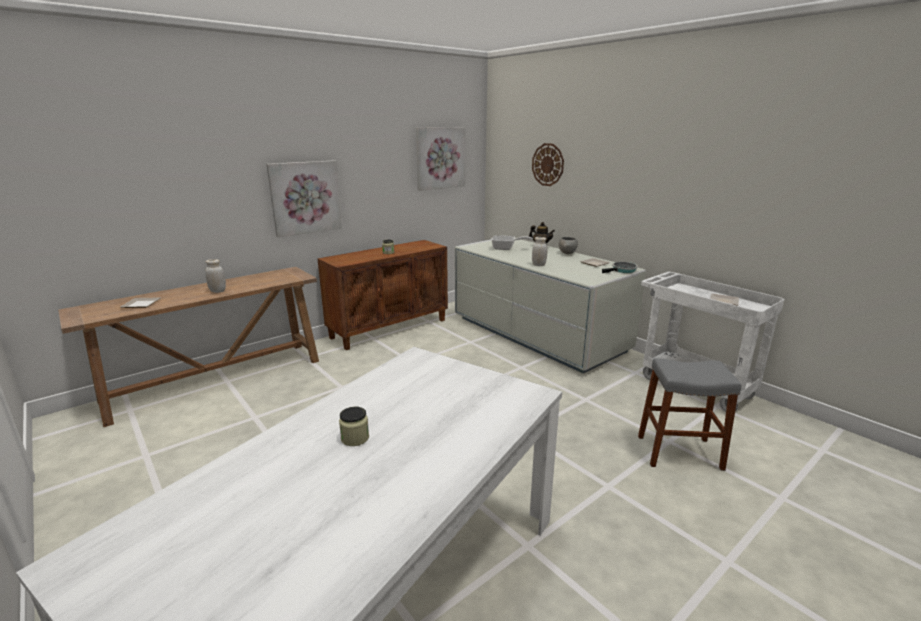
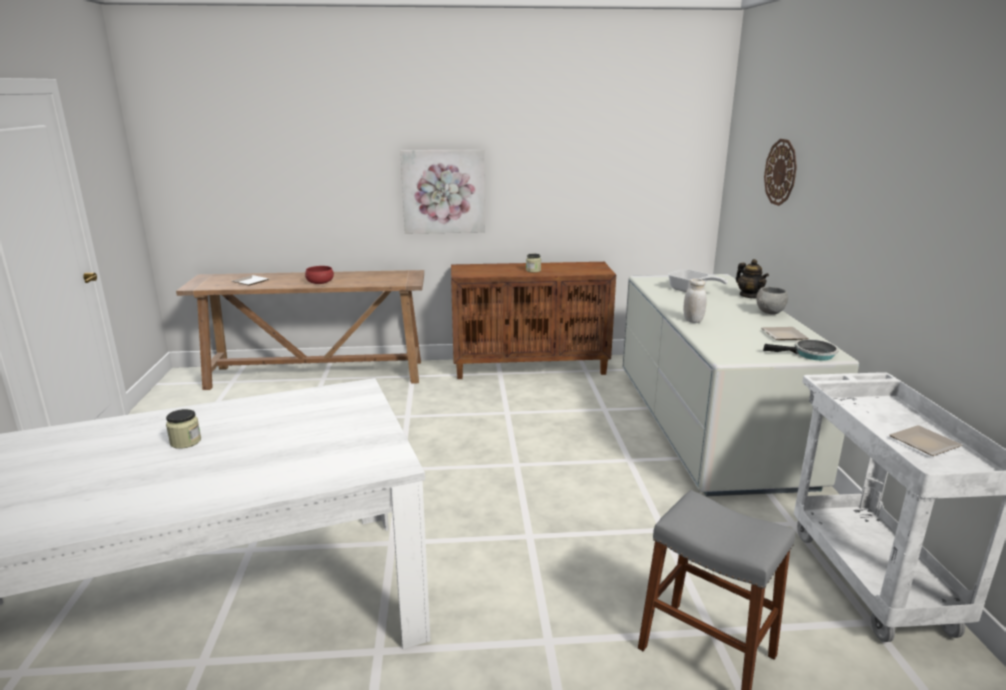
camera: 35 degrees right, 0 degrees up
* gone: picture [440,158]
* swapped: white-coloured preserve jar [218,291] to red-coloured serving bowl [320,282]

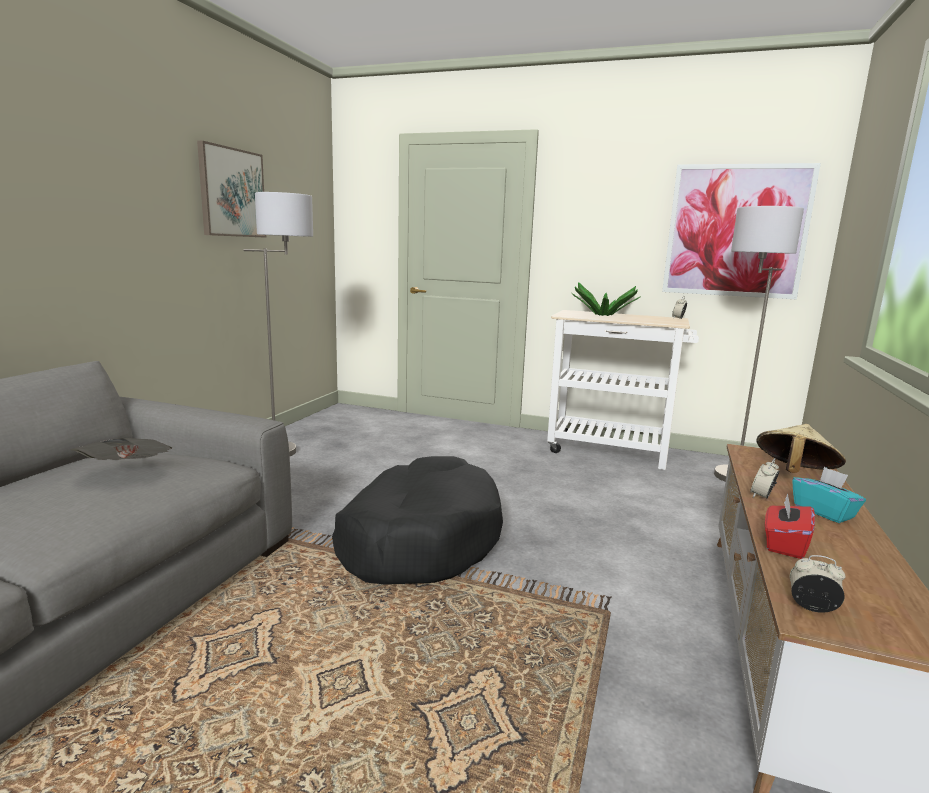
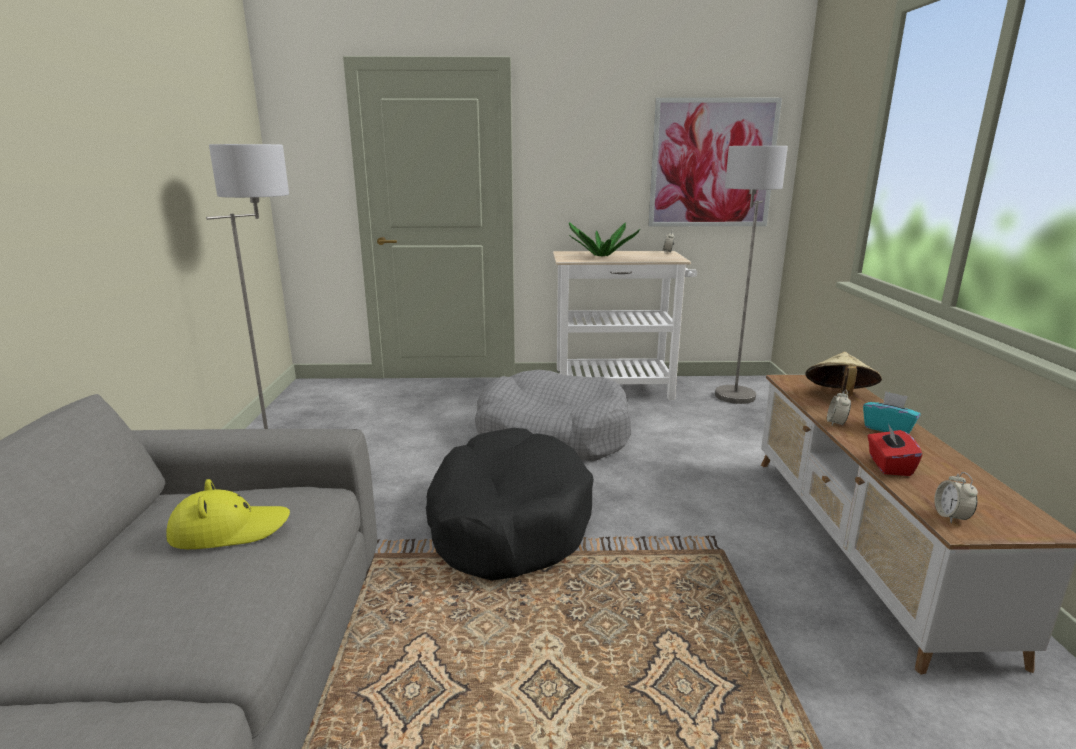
camera: 20 degrees left, 5 degrees up
* gone: picture [232,193]
* new: gray dog bed [552,435]
* swapped: newspaper [128,472] to yellow-coloured clothing hat [229,529]
* rotated: alarm clock [812,607] = [951,516] 90 degrees counterclockwise

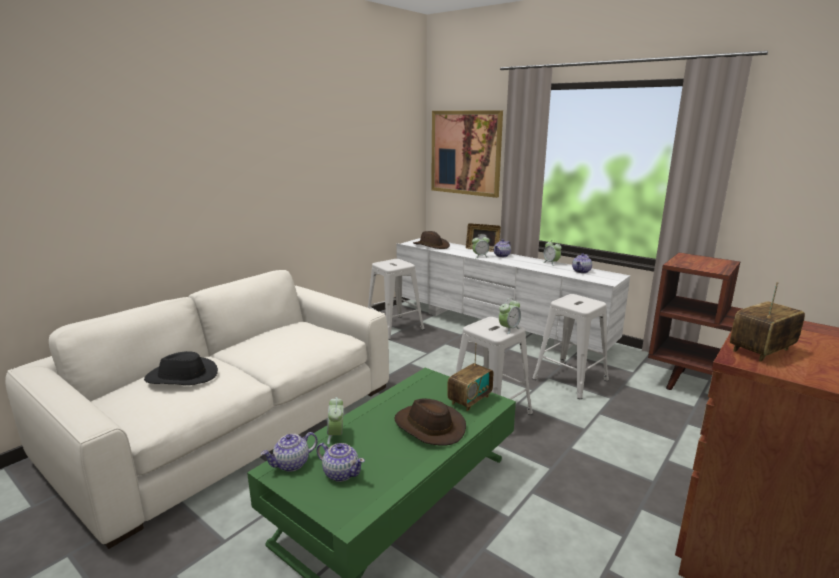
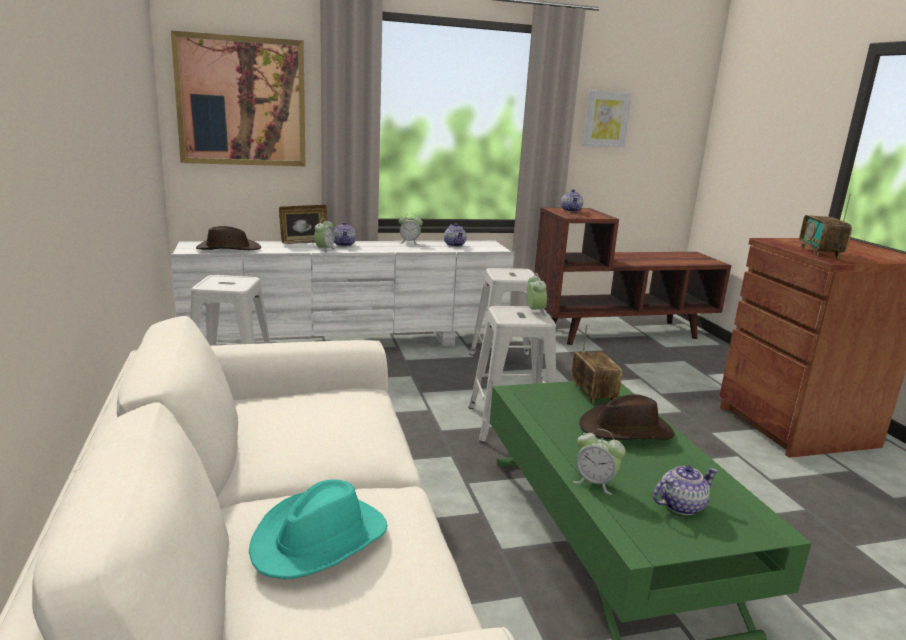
camera: 55 degrees left, 0 degrees up
* new: picture [605,119]
* shifted: teapot [291,464] to [571,210]
* repainted: black clothing hat [182,377] to blue-green clothing hat [320,539]

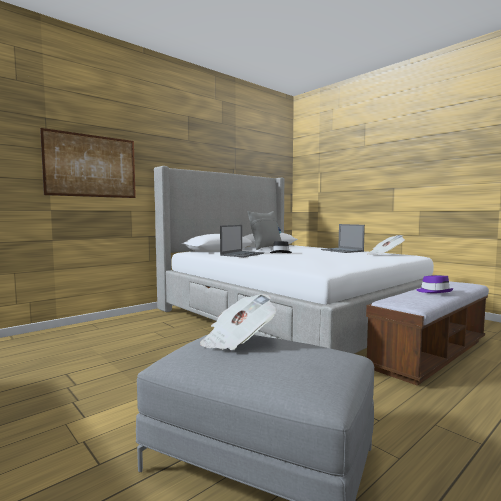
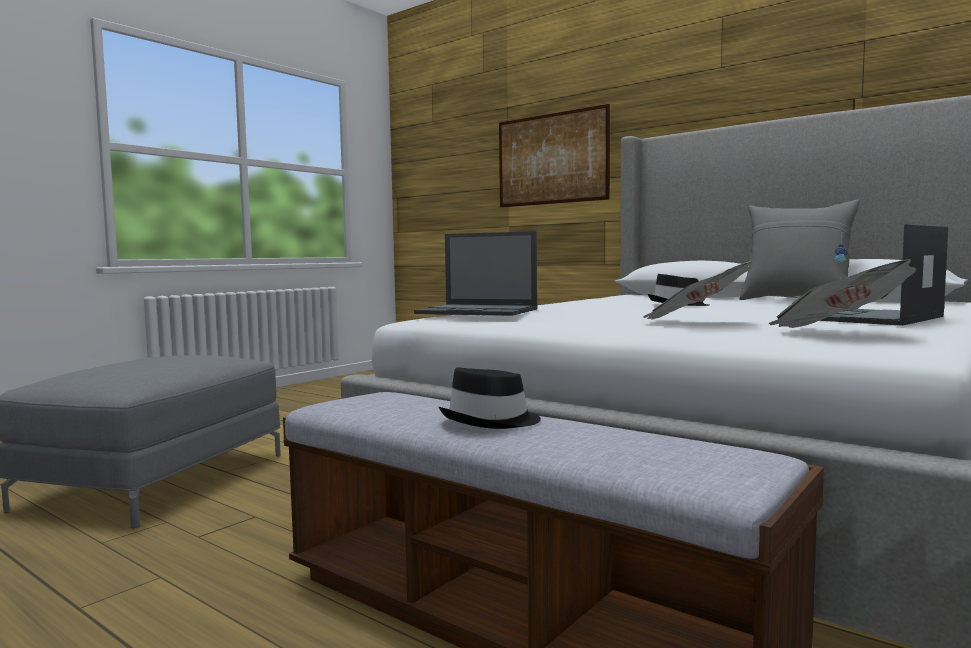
camera: 80 degrees right, 0 degrees up
* shifted: newspaper [237,341] to [694,322]
* shifted: portable computer [242,254] to [479,311]
* repainted: purple clothing hat [434,291] to black clothing hat [492,421]

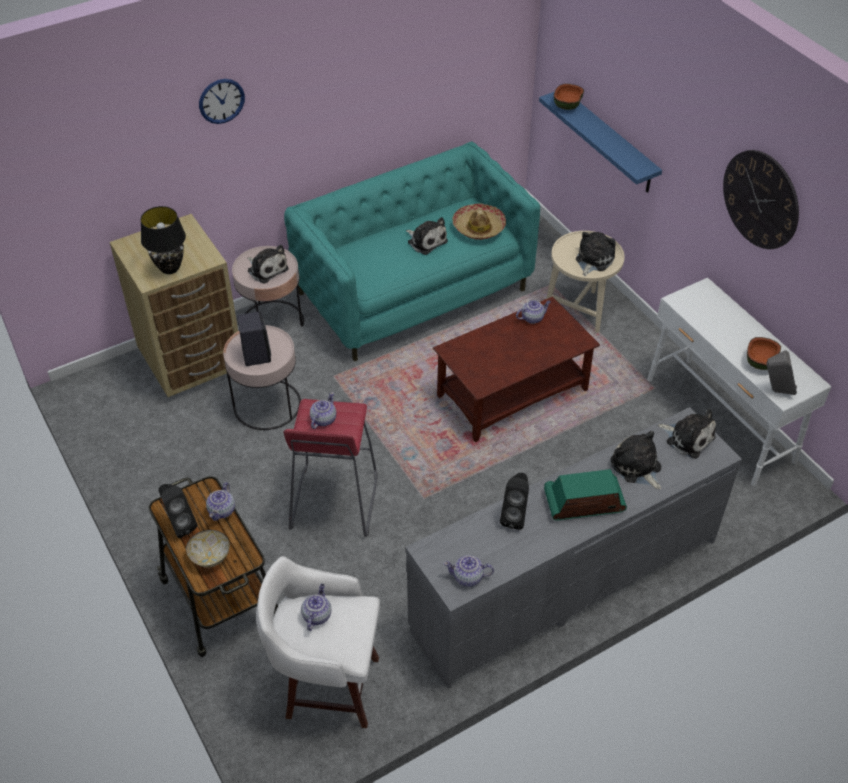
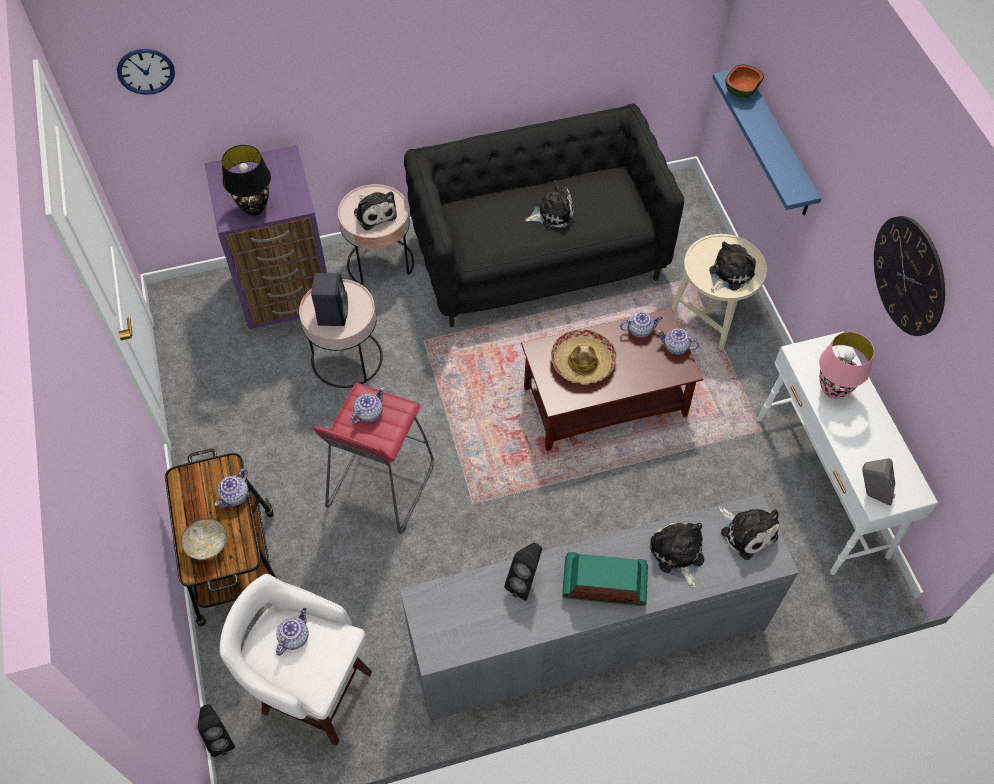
camera: 15 degrees right, 10 degrees up
* gone: serving bowl [761,362]
* new: pink-coloured table lamp [832,390]
* shifted: black audio speaker [179,525] to [220,737]
* shifted: clock on the wall [221,101] to [146,71]
* shifted: teapot [468,577] to [676,347]
* shifted: clothing hat [478,227] to [582,362]
* repainted: brownish drawer chest [192,363] to purple drawer chest [286,293]
* repainted: blue-green sofa [413,290] to black sofa [538,255]
* rotated: soft toy [426,241] = [552,213] 75 degrees counterclockwise

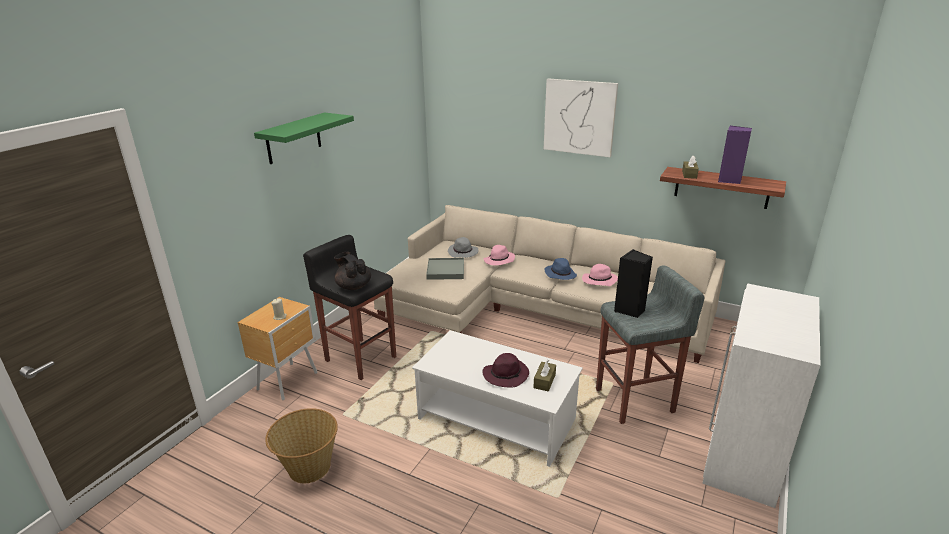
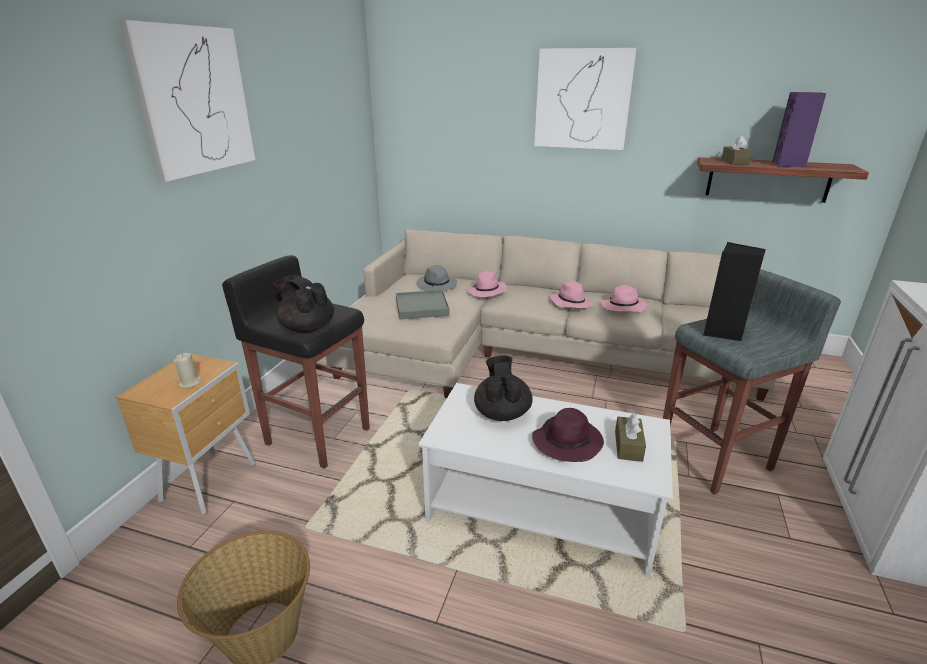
camera: 10 degrees left, 0 degrees up
* new: black teapot [502,413]
* swapped: green-coloured shelf [293,138] to picture [194,101]
* repainted: blue clothing hat [560,274] to pink-coloured clothing hat [570,303]

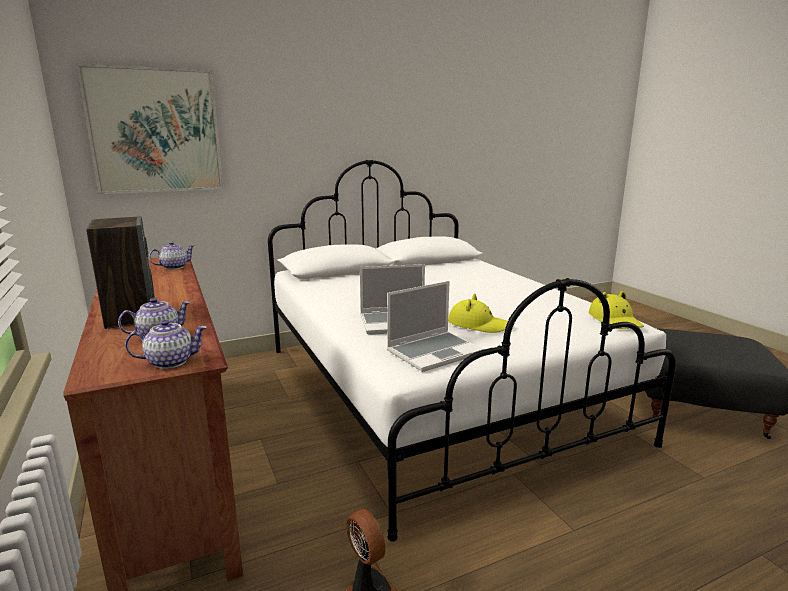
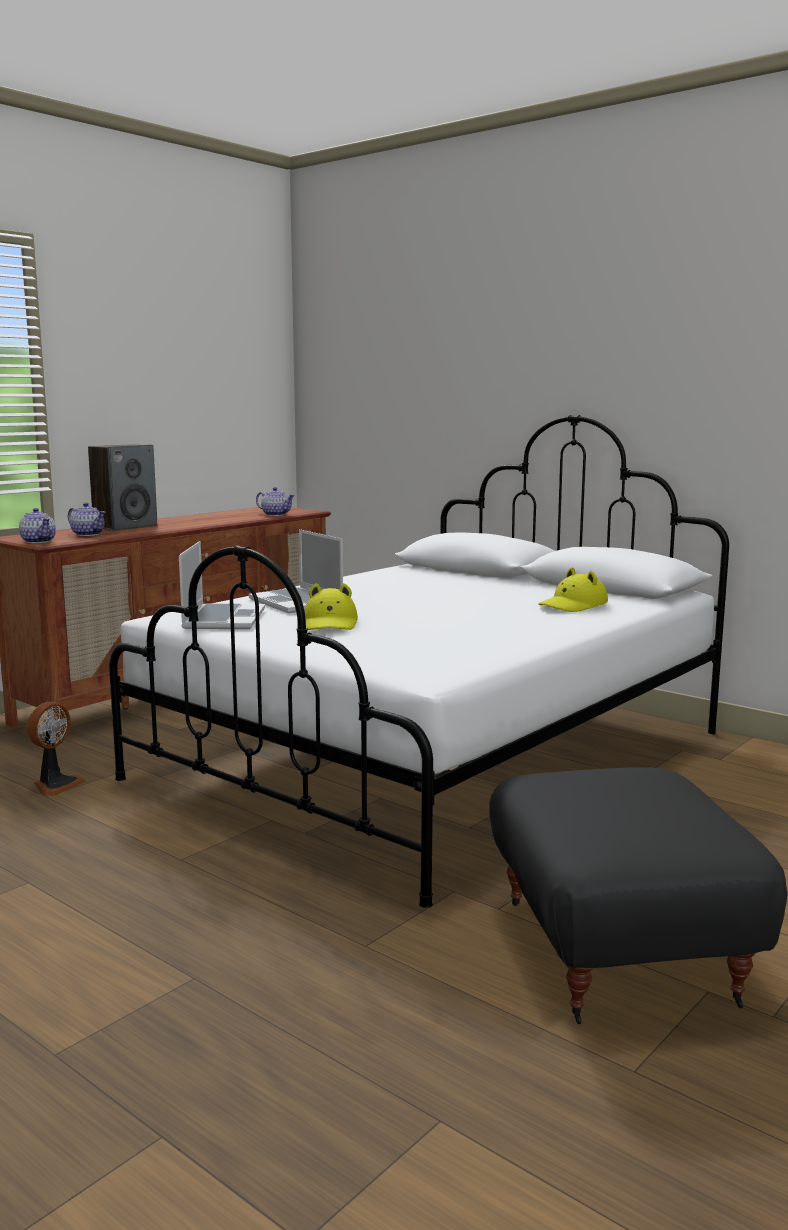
camera: 65 degrees right, 5 degrees down
* gone: picture [155,131]
* shifted: yellow-coloured clothing hat [615,320] to [573,605]
* rotated: portable computer [434,352] = [223,619] 120 degrees counterclockwise

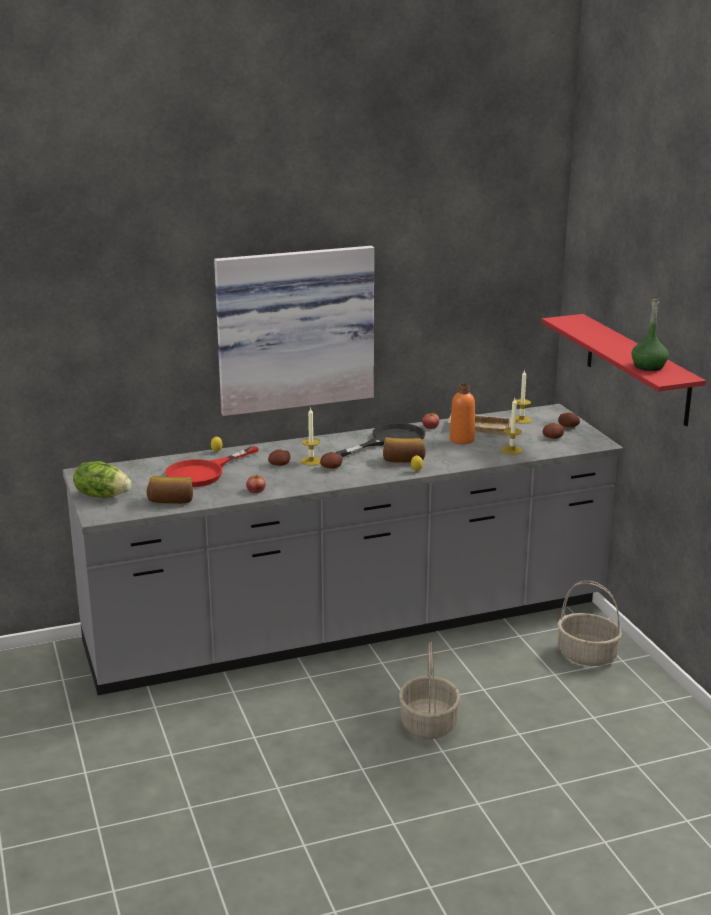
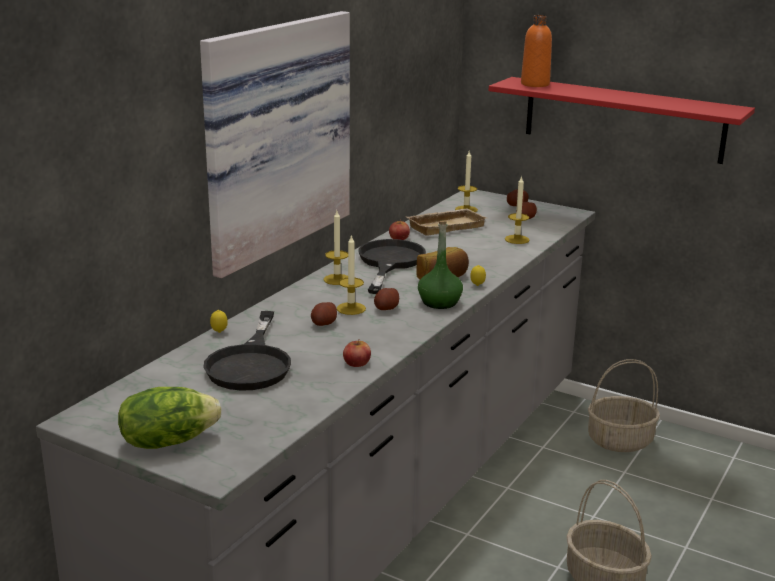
camera: 40 degrees left, 0 degrees up
* gone: baked bread [171,501]
* new: candle [337,279]
* shifted: orange drink bottle [462,440] to [535,84]
* shifted: green-coloured drink bottle [648,366] to [439,302]
* repainted: red-coloured skillet [203,473] to black skillet [251,363]

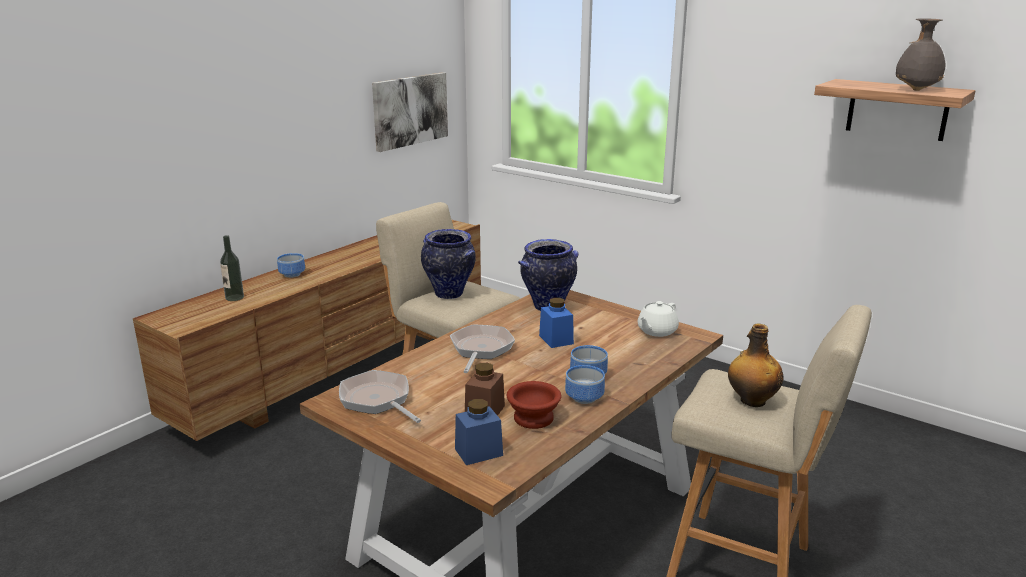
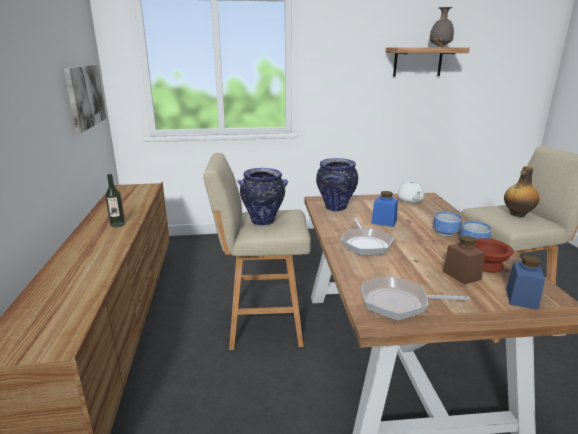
camera: 45 degrees left, 0 degrees up
* gone: serving bowl [292,275]
* shifted: drink bottle [234,297] to [117,224]
* rotated: skillet [480,349] = [365,243] 150 degrees counterclockwise

